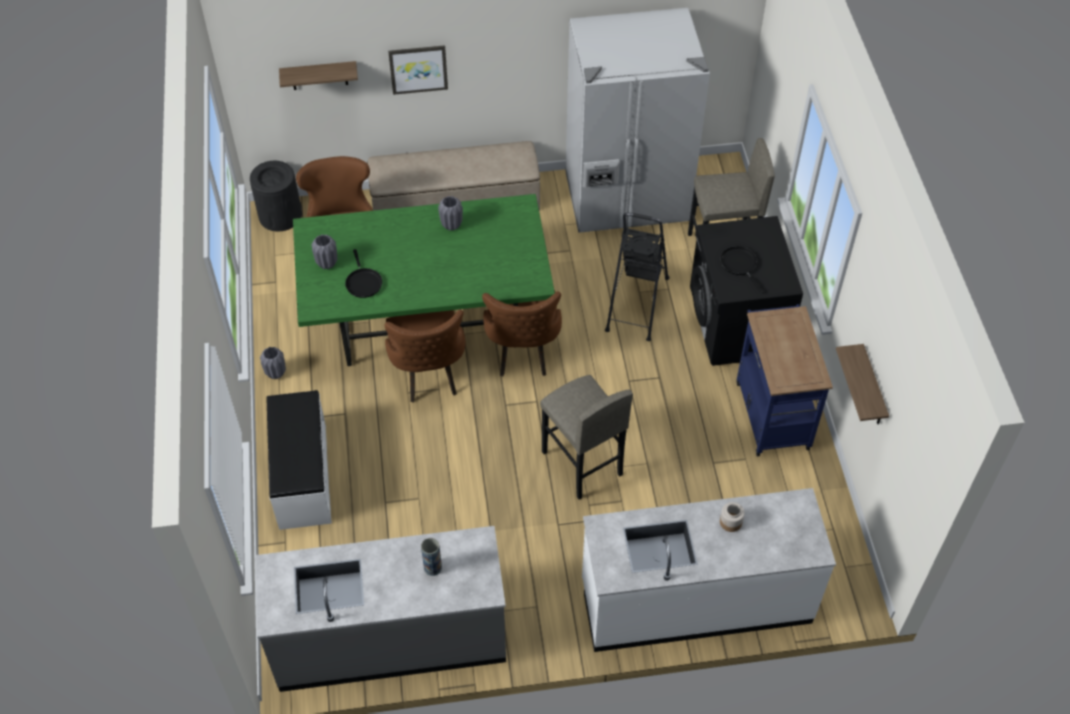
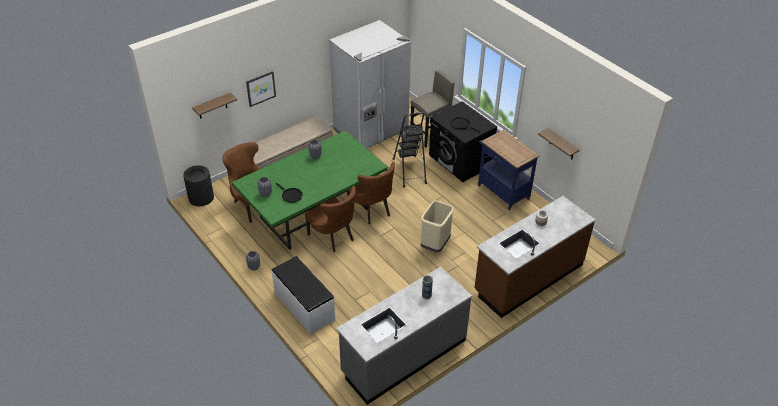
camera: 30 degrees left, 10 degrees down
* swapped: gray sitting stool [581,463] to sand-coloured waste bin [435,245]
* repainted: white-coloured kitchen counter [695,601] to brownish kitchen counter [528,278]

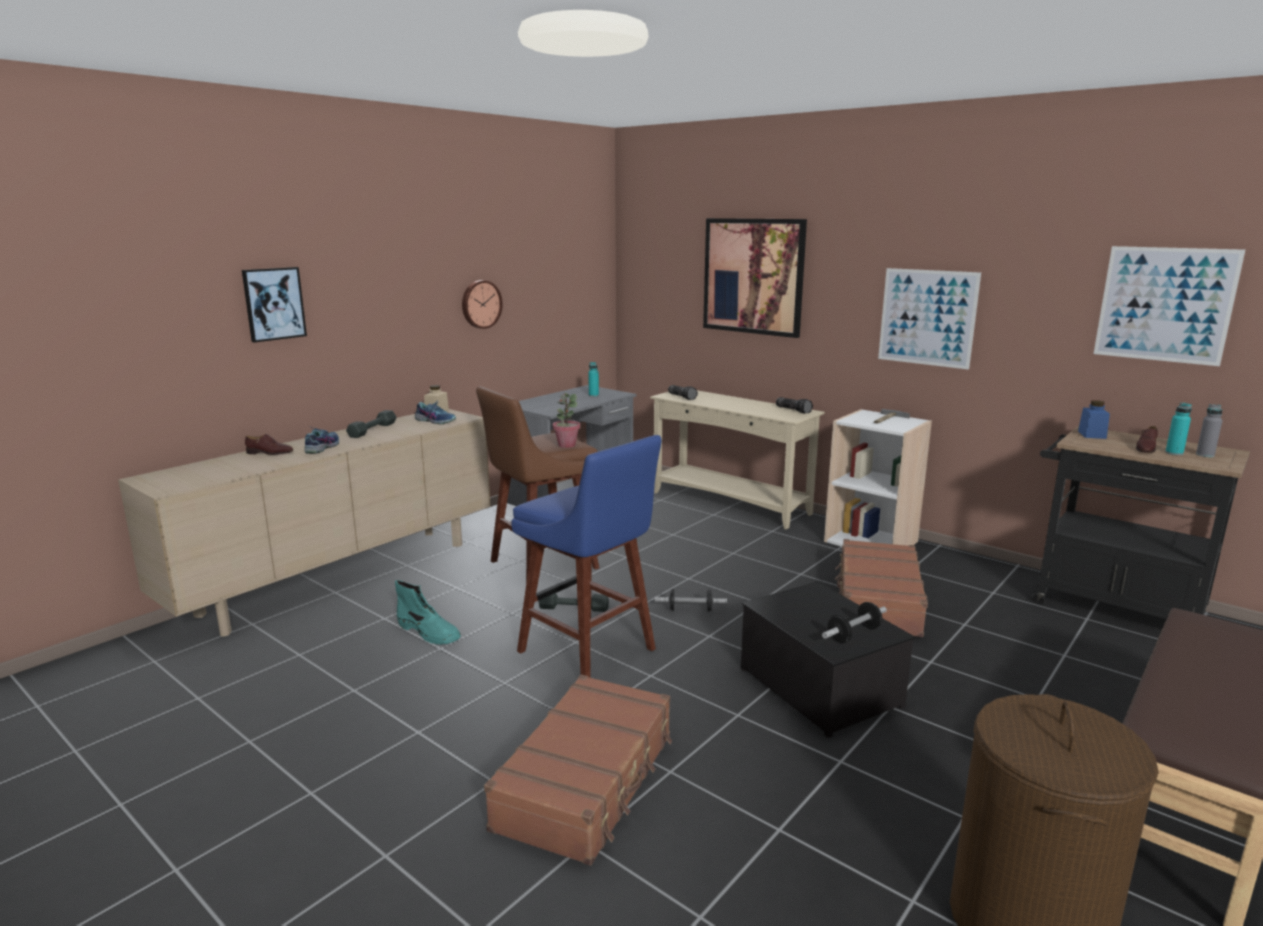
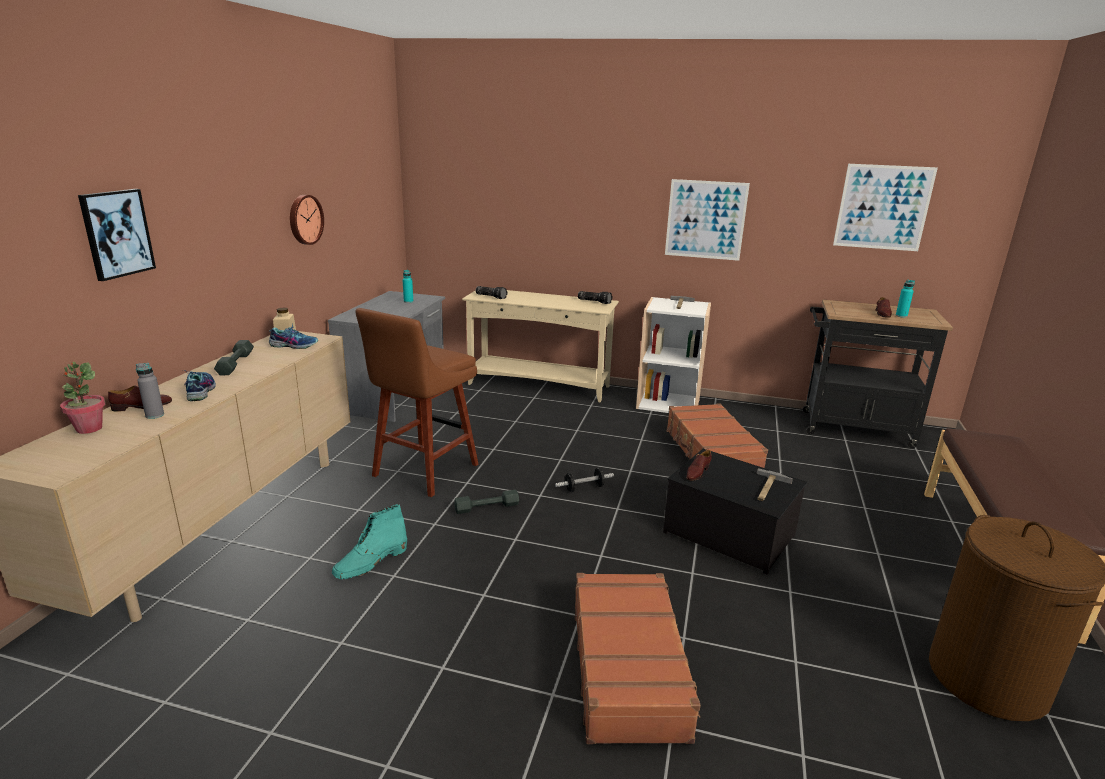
camera: 25 degrees left, 5 degrees up
* gone: blue sitting stool [588,652]
* gone: picture [753,276]
* gone: blue preserve jar [1092,435]
* new: brownish shoe [697,472]
* shifted: potted plant [566,445] to [89,428]
* shifted: gray drink bottle [1205,455] to [155,415]
* swapped: dumbbell [854,634] to hand hammer [768,489]
* rotated: blue-green tall boot [429,633] = [370,562] 120 degrees clockwise

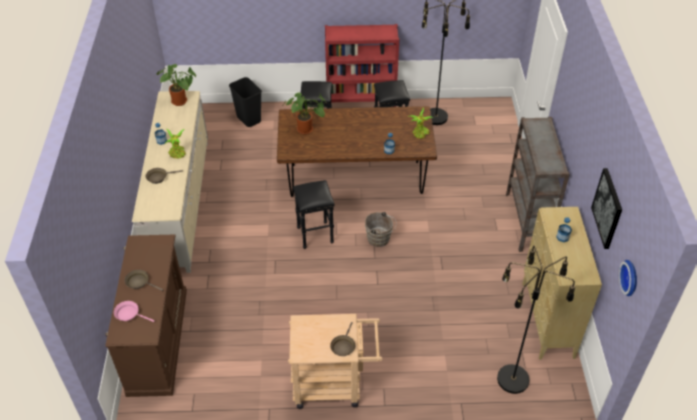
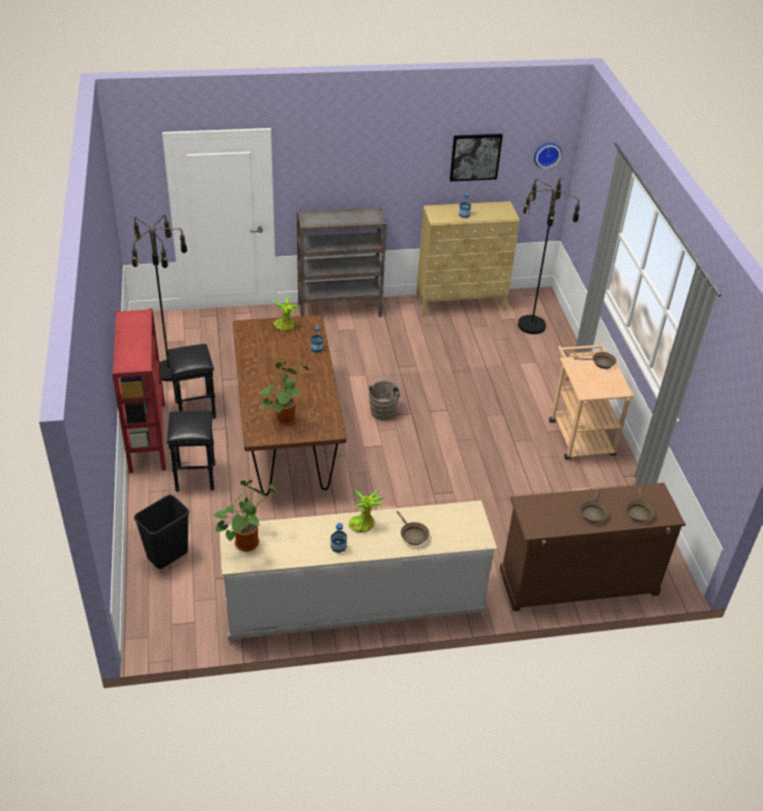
camera: 100 degrees left, 5 degrees down
* gone: black sitting stool [314,235]
* repainted: pink-coloured skillet [129,314] to brownish skillet [638,512]

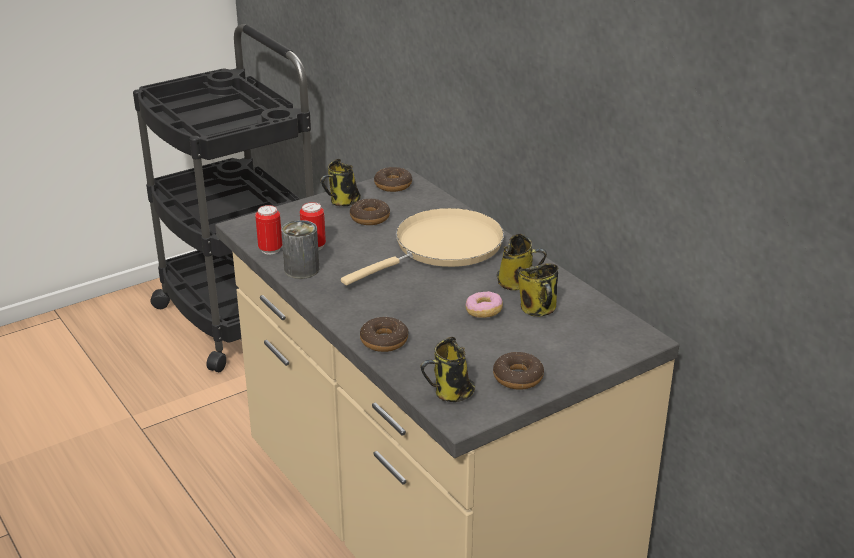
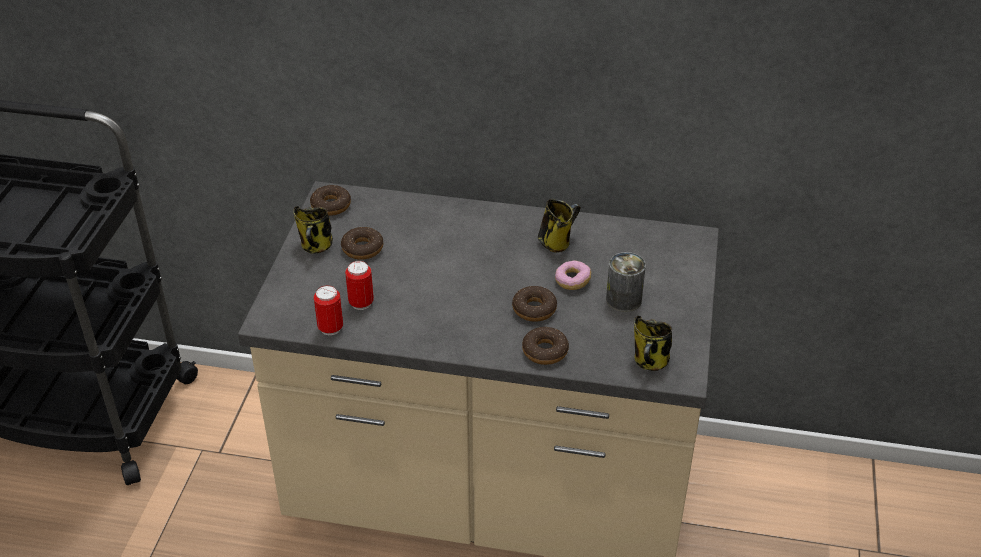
camera: 45 degrees left, 10 degrees up
* gone: sand-coloured skillet [442,248]
* gone: tea mug [538,310]
* shifted: sealed can [301,269] to [623,299]
* shifted: doughnut [518,377] to [534,309]

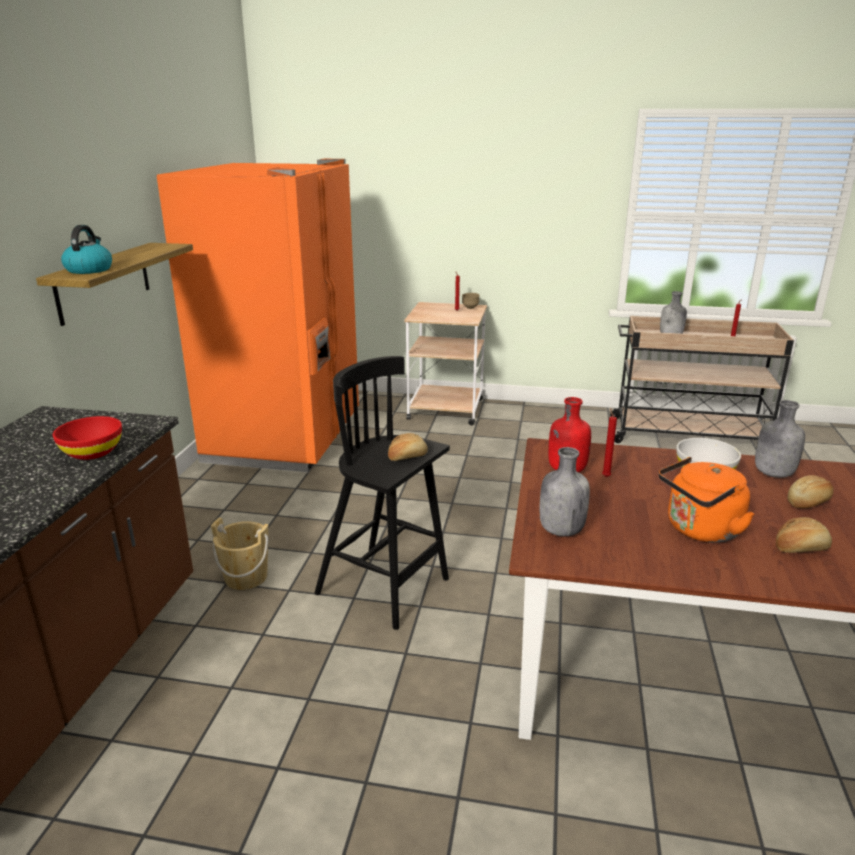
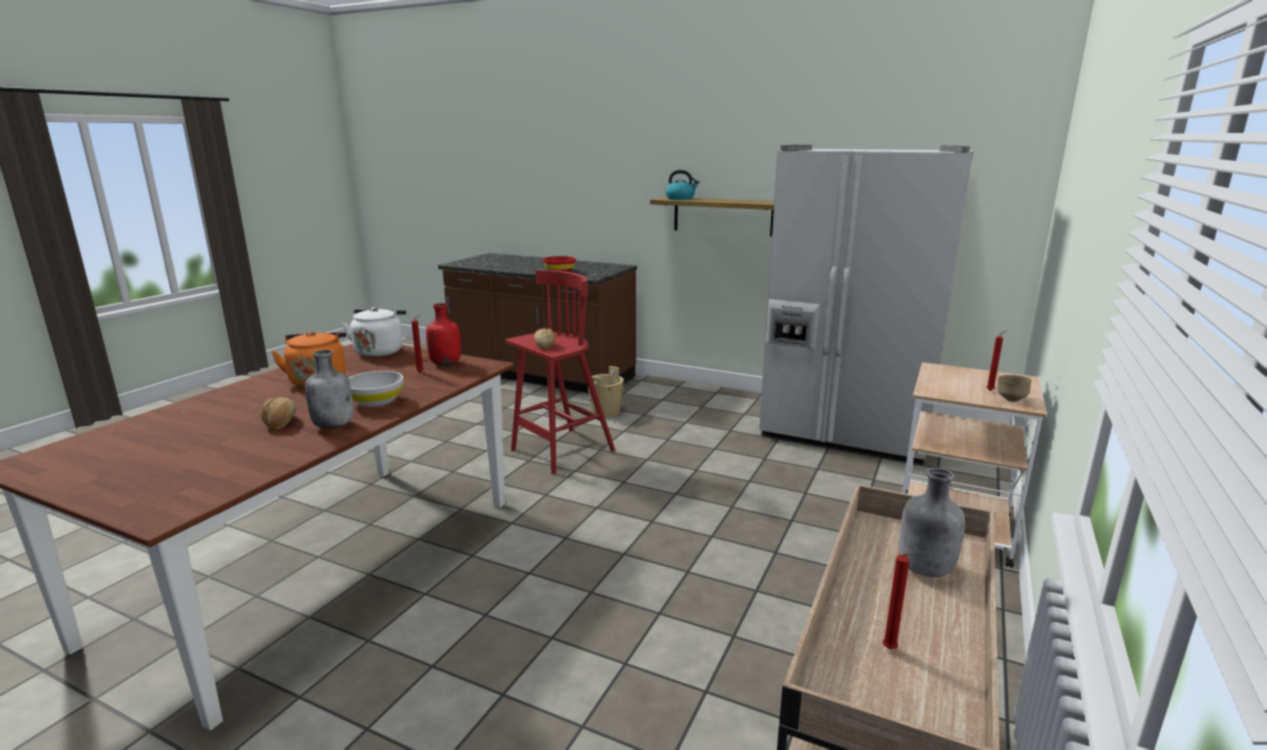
camera: 105 degrees right, 5 degrees down
* gone: baked bread [800,548]
* swapped: gray drink bottle [560,530] to white-coloured kettle [379,351]
* repainted: orange kitchen fridge [286,435] to white-coloured kitchen fridge [848,430]
* repainted: black sitting stool [386,587] to red-coloured sitting stool [560,451]

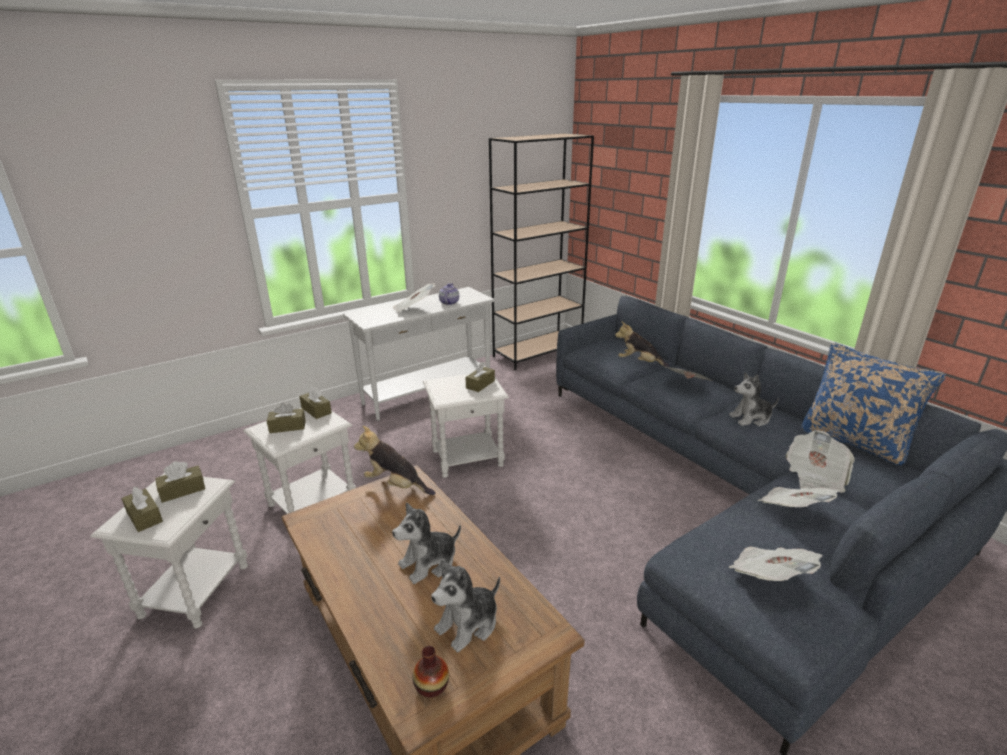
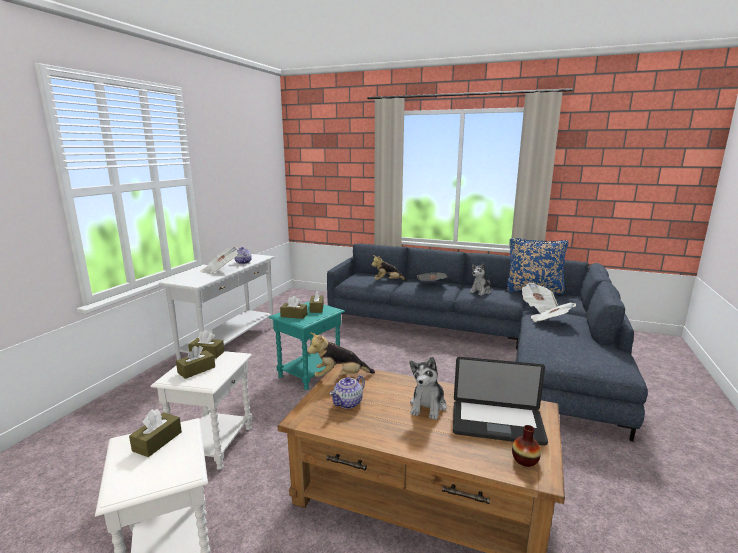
camera: 35 degrees left, 10 degrees down
* gone: sand-coloured bookcase [538,352]
* gone: newspaper [769,577]
* new: teapot [348,403]
* shifted: brownish tissue box [144,517] to [294,315]
* swapped: soft toy [468,624] to portable computer [497,423]
* repainted: white-coloured accent table [467,457] to blue-green accent table [309,372]

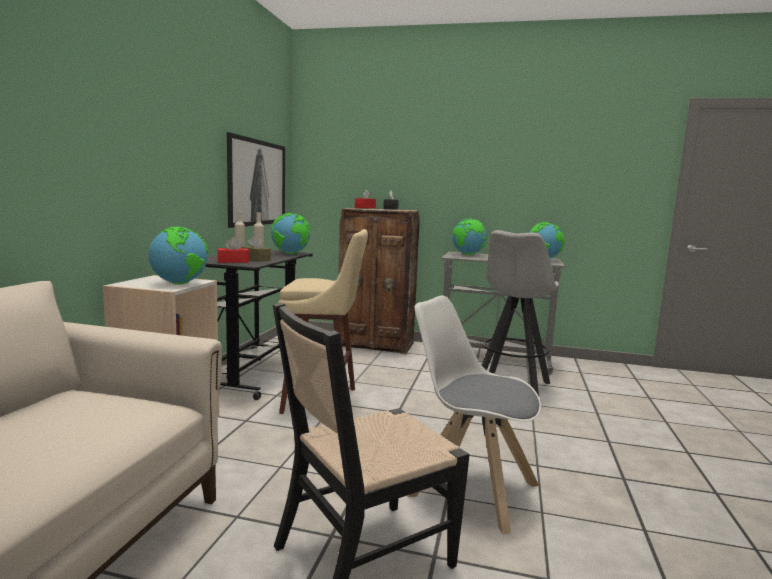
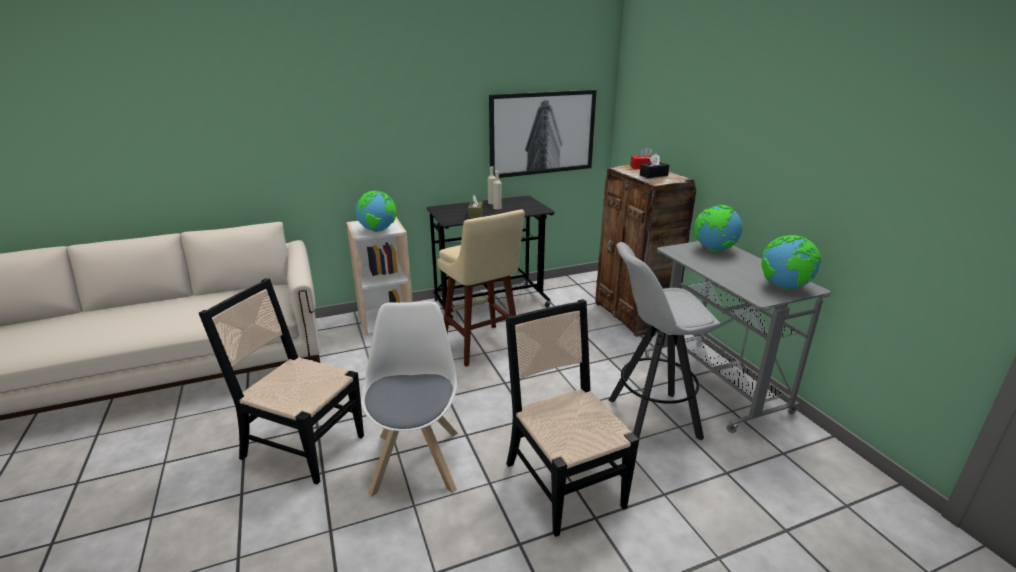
camera: 55 degrees right, 15 degrees up
* gone: red-coloured tissue box [233,261]
* gone: desk globe [291,253]
* new: chair [564,484]

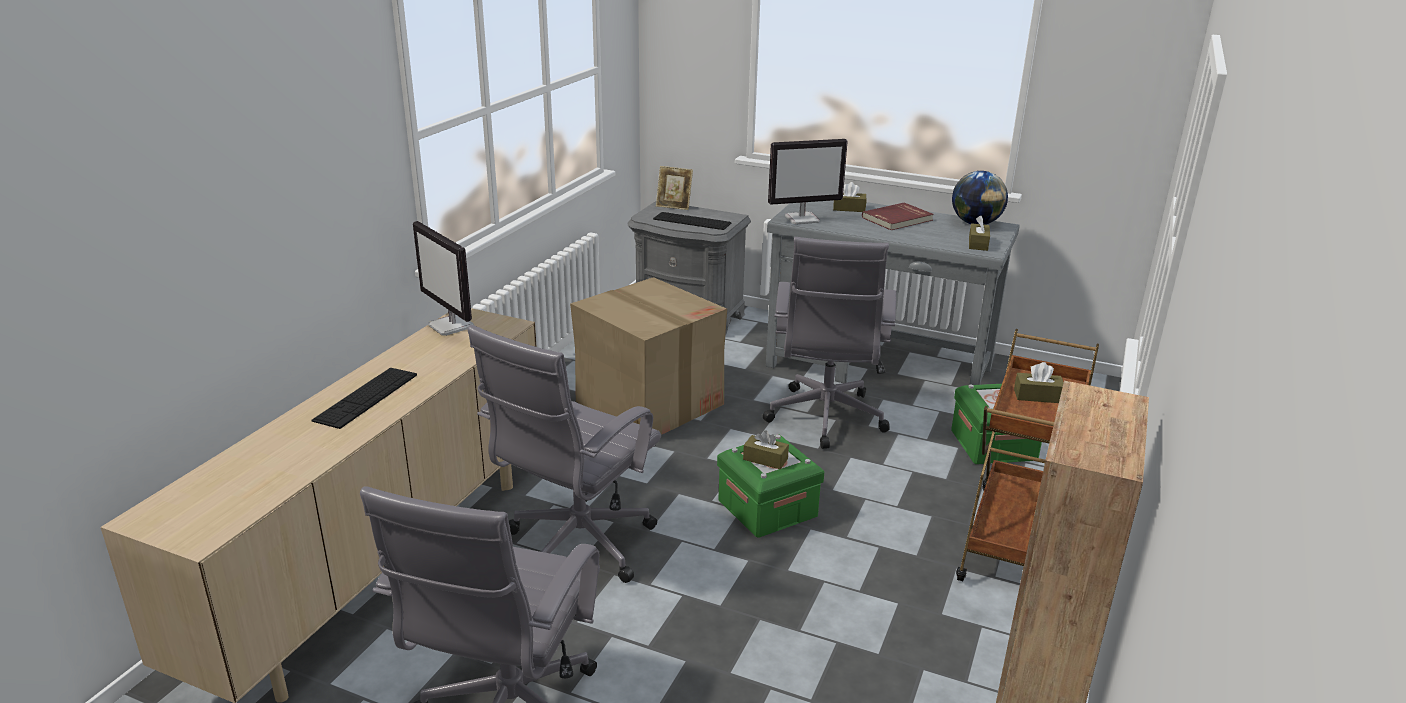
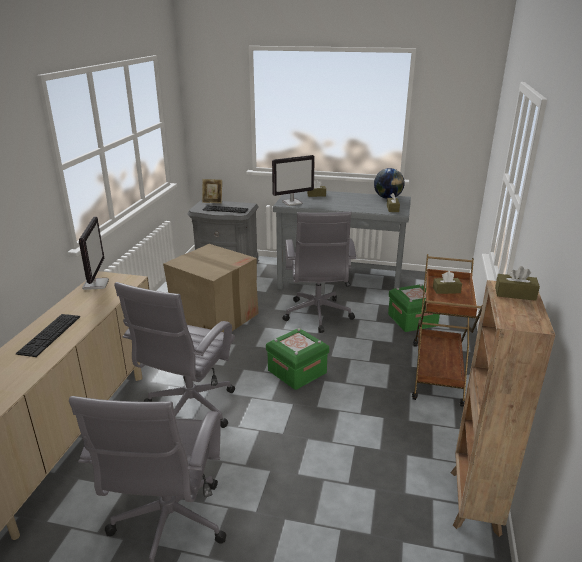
camera: 10 degrees left, 0 degrees up
* gone: red-coloured book [898,219]
* shifted: brownish tissue box [765,459] to [515,294]
* rotated: computer screen [452,326] = [95,284] 135 degrees counterclockwise

